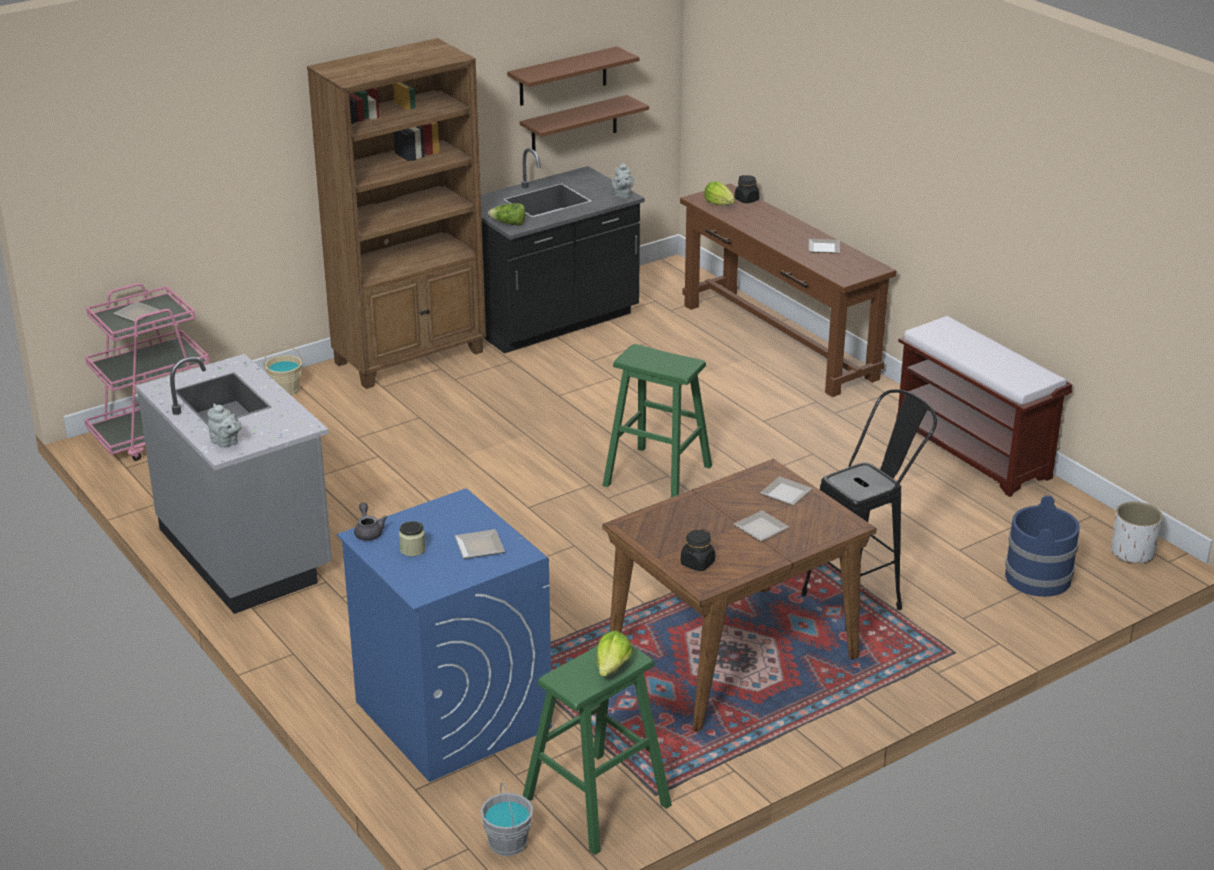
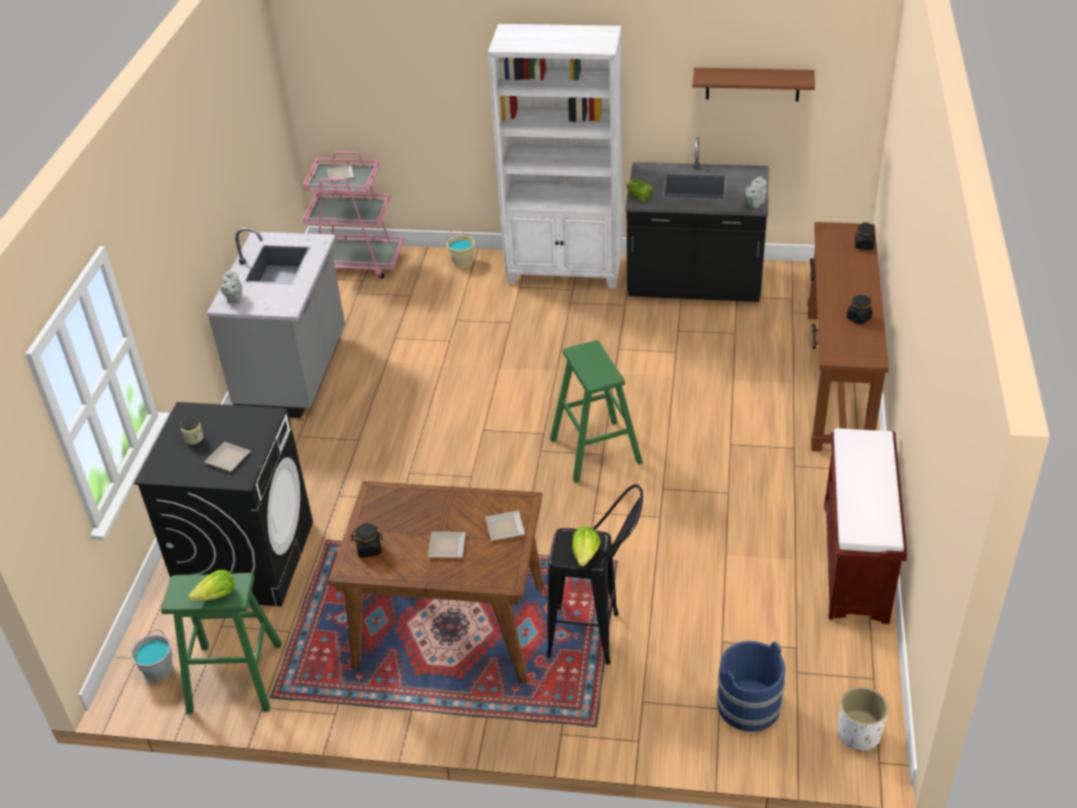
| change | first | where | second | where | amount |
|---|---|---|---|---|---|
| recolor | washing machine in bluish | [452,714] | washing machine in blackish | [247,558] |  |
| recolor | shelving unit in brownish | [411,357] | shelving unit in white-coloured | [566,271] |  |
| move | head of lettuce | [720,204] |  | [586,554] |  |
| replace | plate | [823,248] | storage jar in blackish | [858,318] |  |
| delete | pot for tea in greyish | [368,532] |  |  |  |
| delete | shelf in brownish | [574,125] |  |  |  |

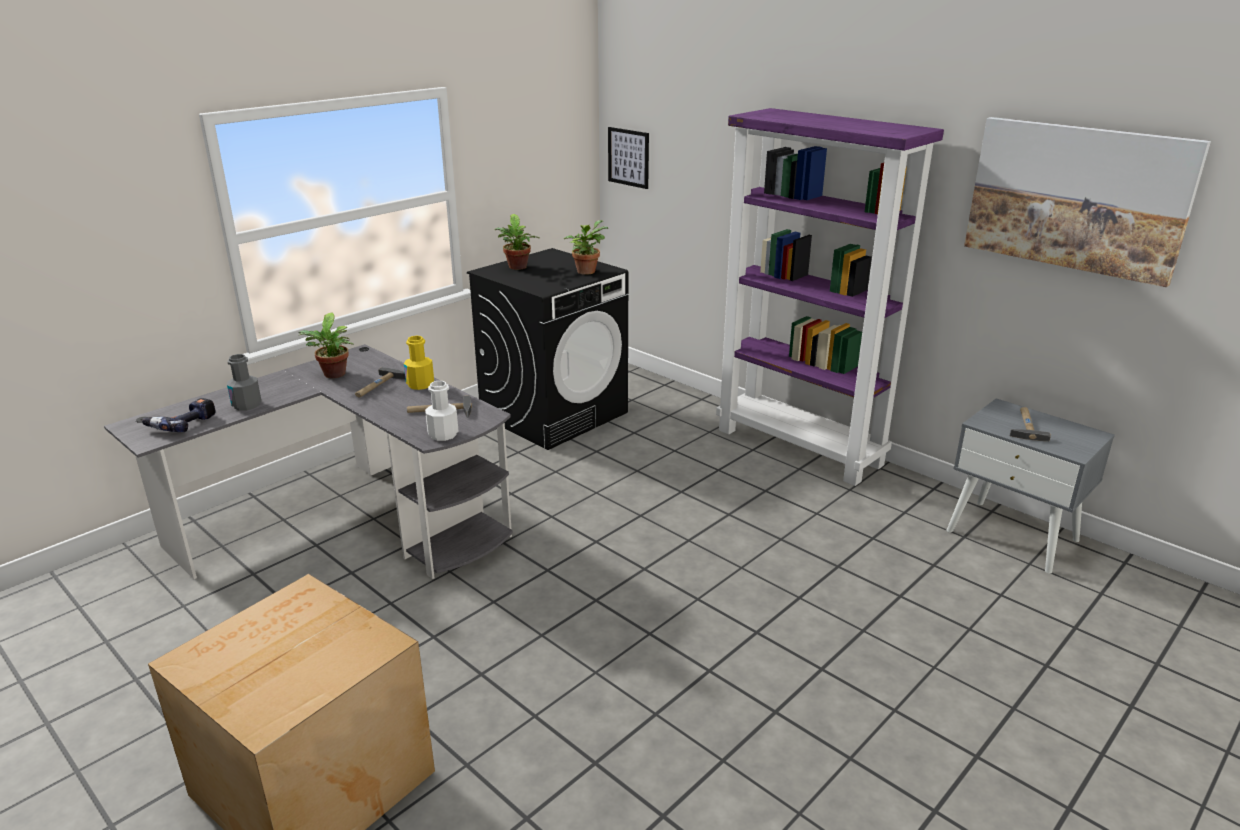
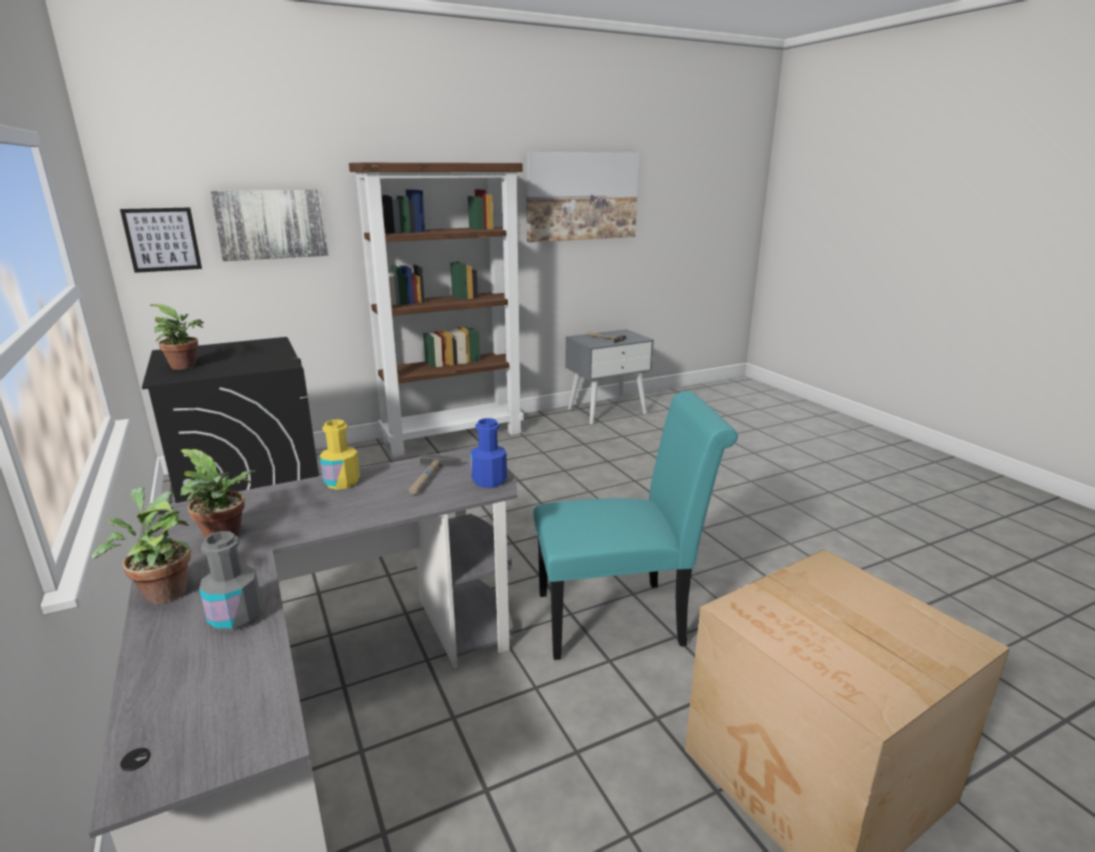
| change | first | where | second | where | amount |
|---|---|---|---|---|---|
| move | houseplant | [586,271] |  | [163,591] |  |
| insert |  |  | picture | [271,224] |  |
| recolor | shelving unit in purple | [800,447] | shelving unit in brownish | [453,436] |  |
| recolor | drink bottle in white-coloured | [443,434] | drink bottle in bluish | [489,481] |  |
| insert |  |  | upright chair in blue-green | [620,618] |  |
| delete | electric drill | [182,423] |  |  |  |
| delete | hand hammer | [379,386] |  |  |  |

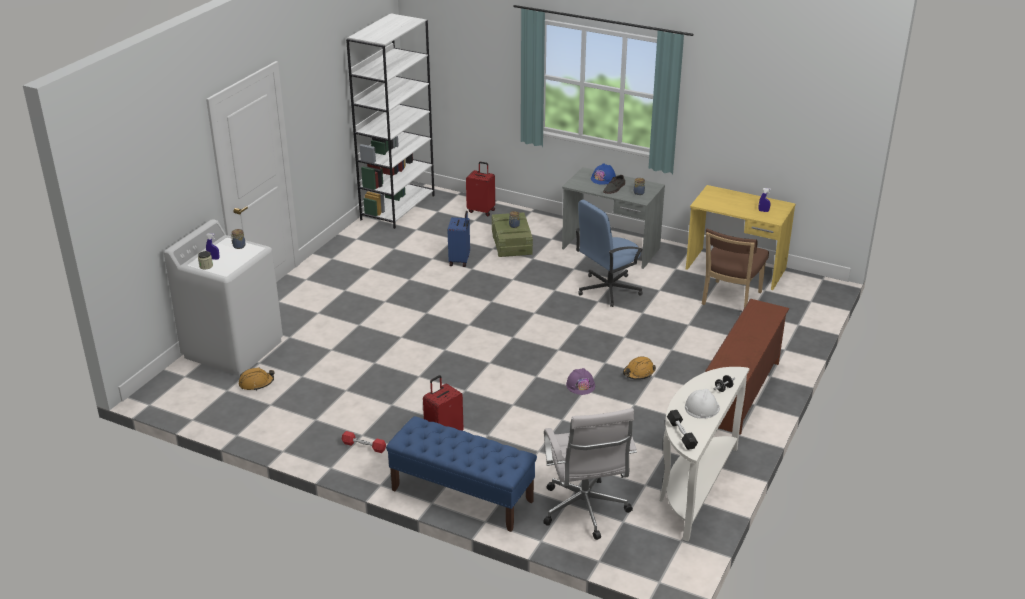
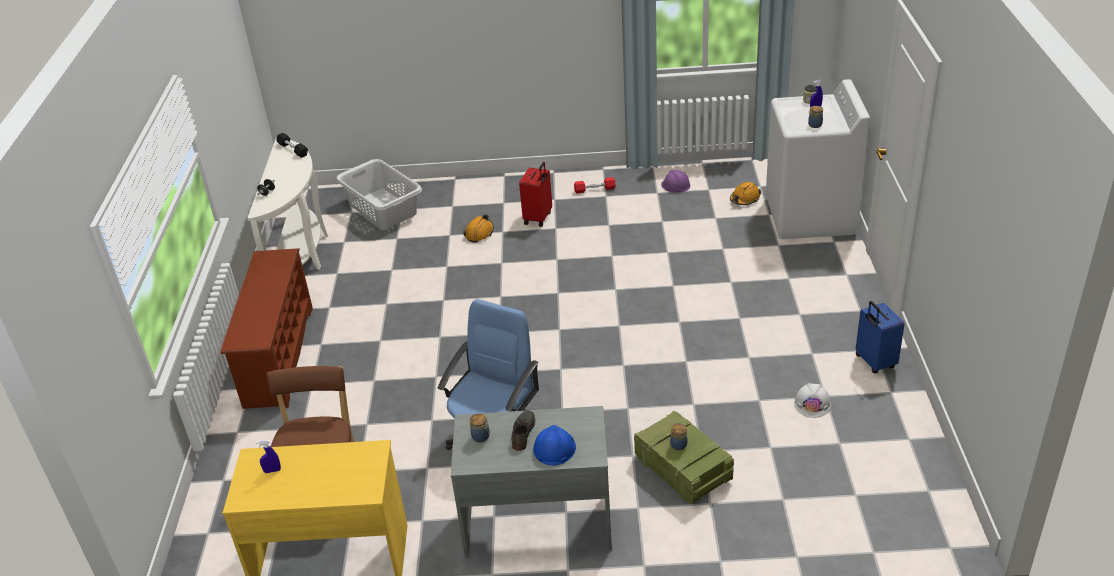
| change | first | where | second | where | amount |
|---|---|---|---|---|---|
| replace | office chair in white-coloured | [585,512] | hamper in greyish | [383,208] |  |
| move | work helmet in orange-coloured | [638,373] |  | [479,233] |  |
| move | work helmet in purple | [580,385] |  | [675,185] |  |
| move | work helmet in white-coloured | [701,407] |  | [812,404] |  |
| move | suitcase in bluish | [460,260] |  | [874,362] |  |
| delete | shelving unit in white-coloured | [397,207] |  |  |  |
| delete | bench in bluish | [461,495] |  |  |  |
| delete | suitcase in red | [481,211] |  |  |  |

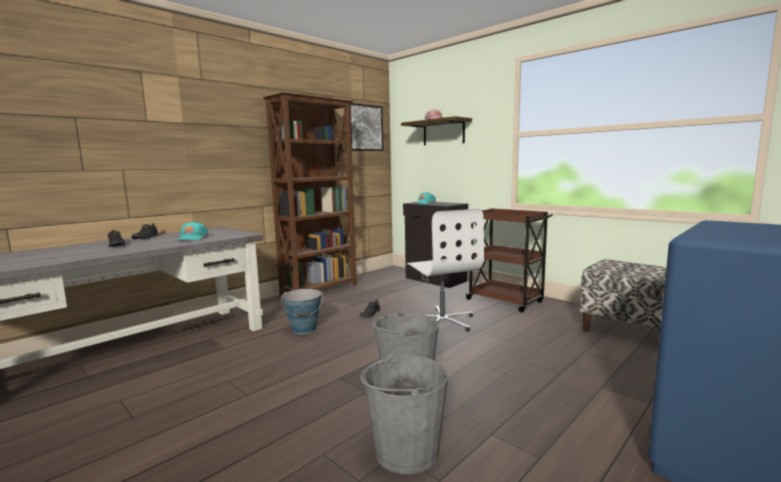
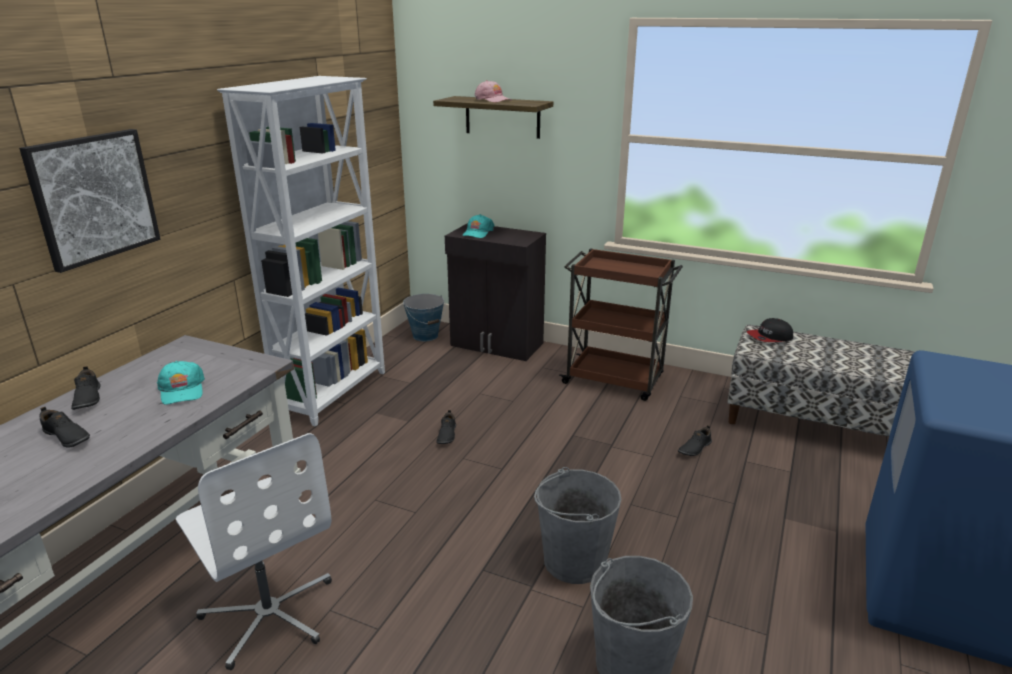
| change | first | where | second | where | amount |
|---|---|---|---|---|---|
| move | picture | [365,128] |  | [94,197] |  |
| move | office chair in white-coloured | [442,321] |  | [269,613] |  |
| recolor | shelving unit in brownish | [320,290] | shelving unit in white-coloured | [334,392] |  |
| move | pail | [304,329] |  | [425,336] |  |
| insert |  |  | item of footwear in blackish | [694,448] |  |
| insert |  |  | peaked cap | [769,337] |  |

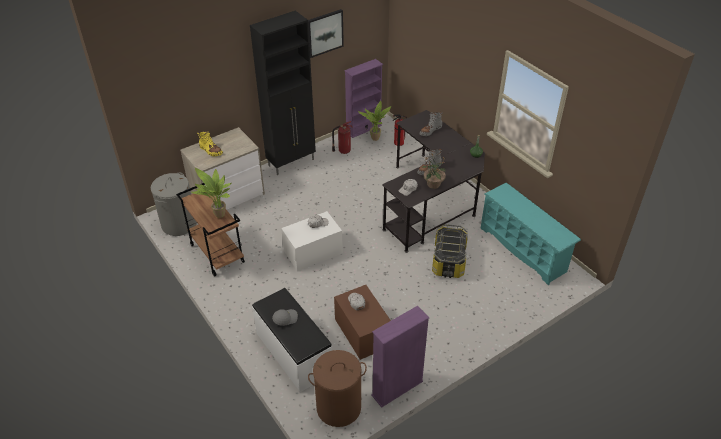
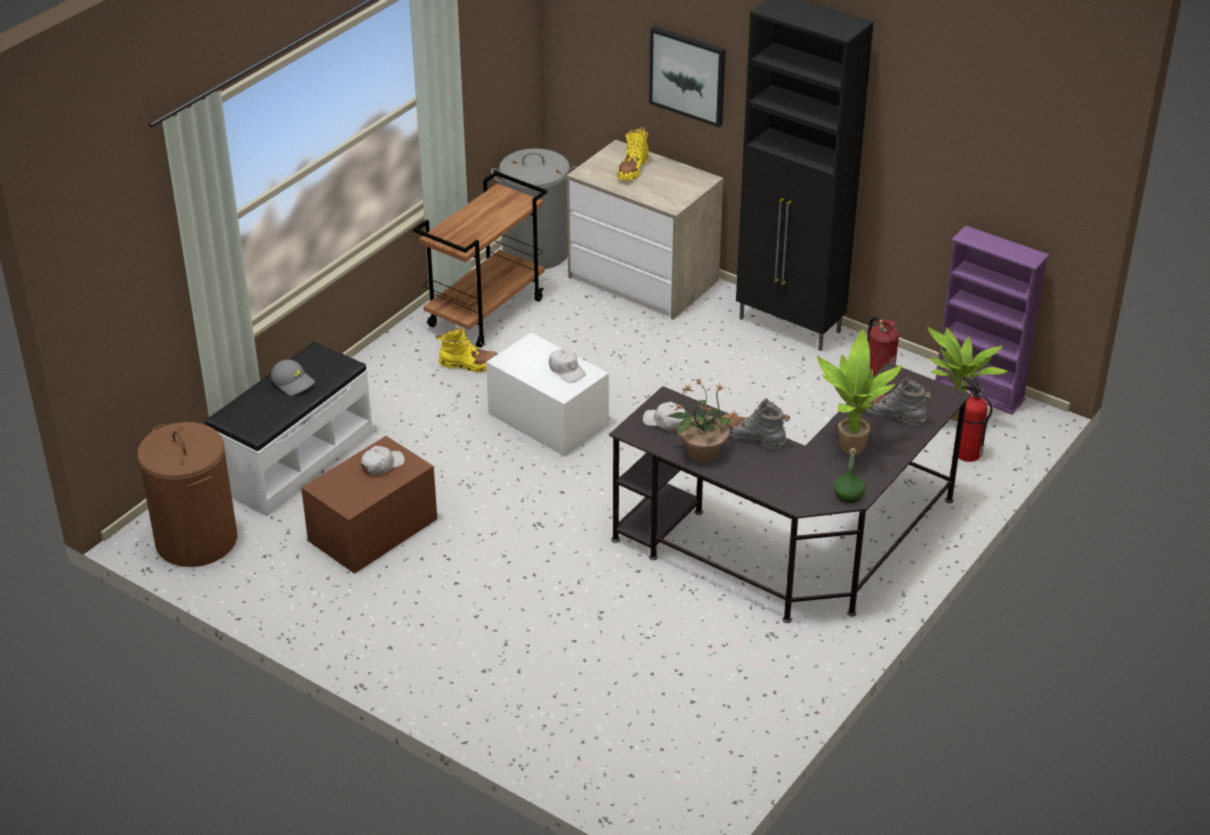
| change | first | where | second | where | amount |
|---|---|---|---|---|---|
| insert |  |  | high-top boot in yellow-coloured | [469,364] |  |
| move | picture | [324,33] |  | [688,75] |  |
| move | houseplant | [218,216] |  | [848,449] |  |
| delete | shelving unit in purple | [397,388] |  |  |  |
| delete | storage container | [449,261] |  |  |  |
| delete | shoe rack in blue-green | [524,249] |  |  |  |

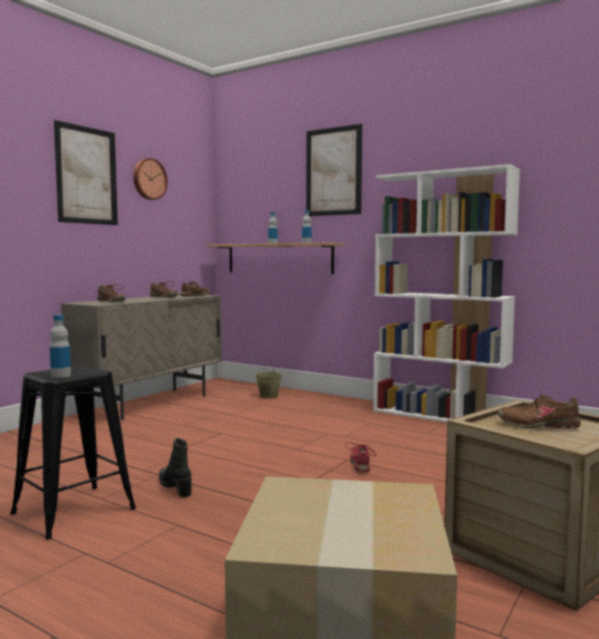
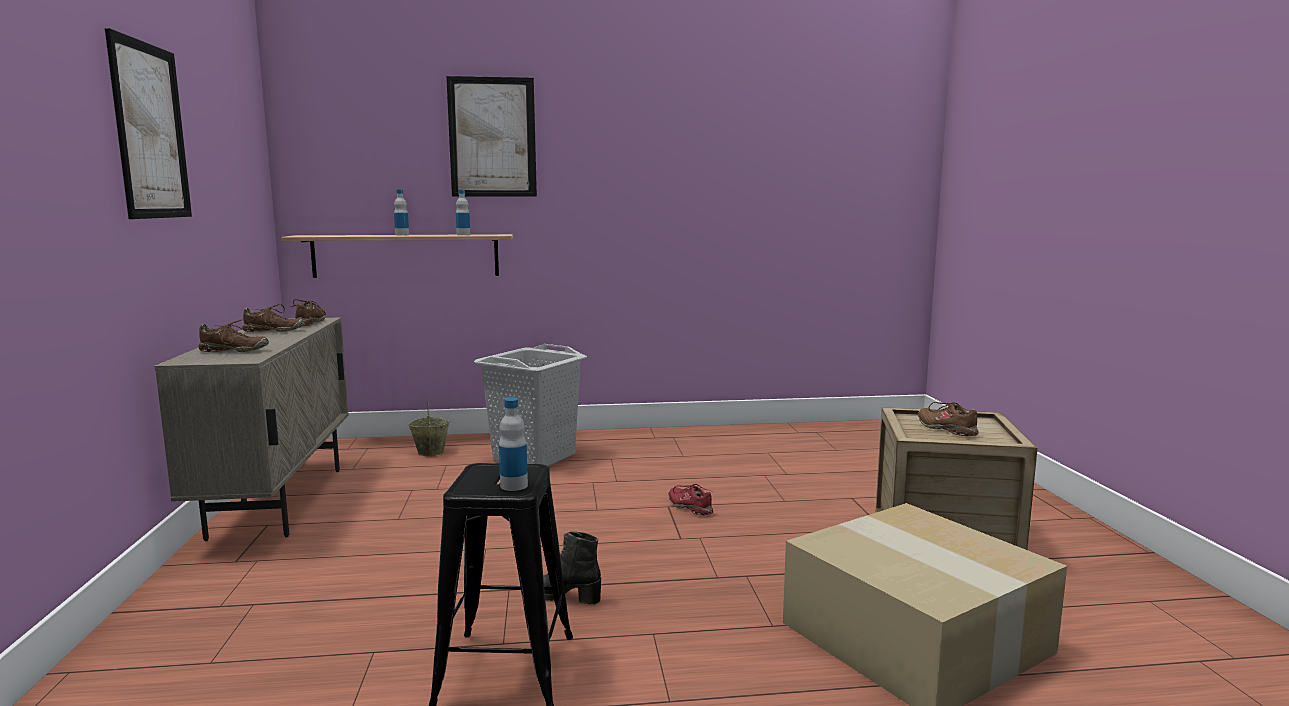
| change | first | where | second | where | amount |
|---|---|---|---|---|---|
| insert |  |  | hamper in greyish | [535,457] |  |
| rotate | item of footwear in brownish | [538,425] |  | [947,429] | 90 degrees clockwise |
| delete | hanging clock | [149,179] |  |  |  |
| delete | shelving unit in white-coloured | [440,416] |  |  |  |

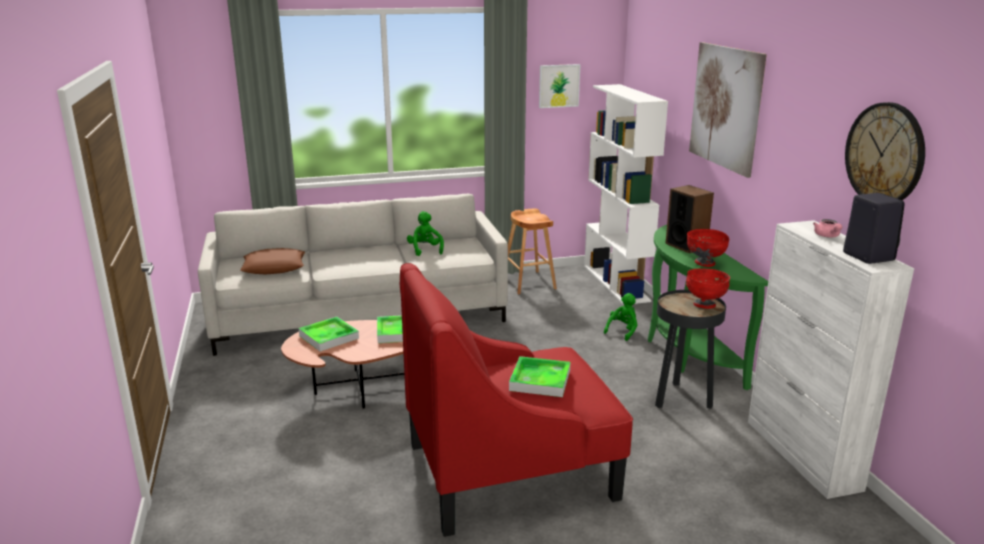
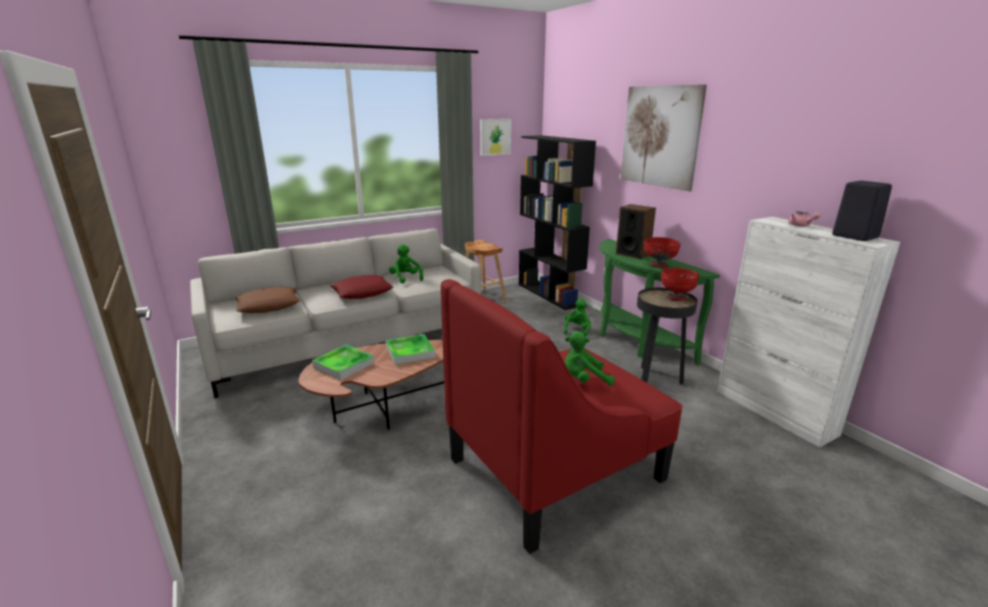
| change | first | where | second | where | amount |
|---|---|---|---|---|---|
| insert |  |  | throw pillow in red | [362,292] |  |
| recolor | shelving unit in white-coloured | [616,283] | shelving unit in blackish | [550,294] |  |
| replace | carrying tray | [540,380] | soft toy in green | [583,380] |  |
| delete | hanging clock | [885,154] |  |  |  |

